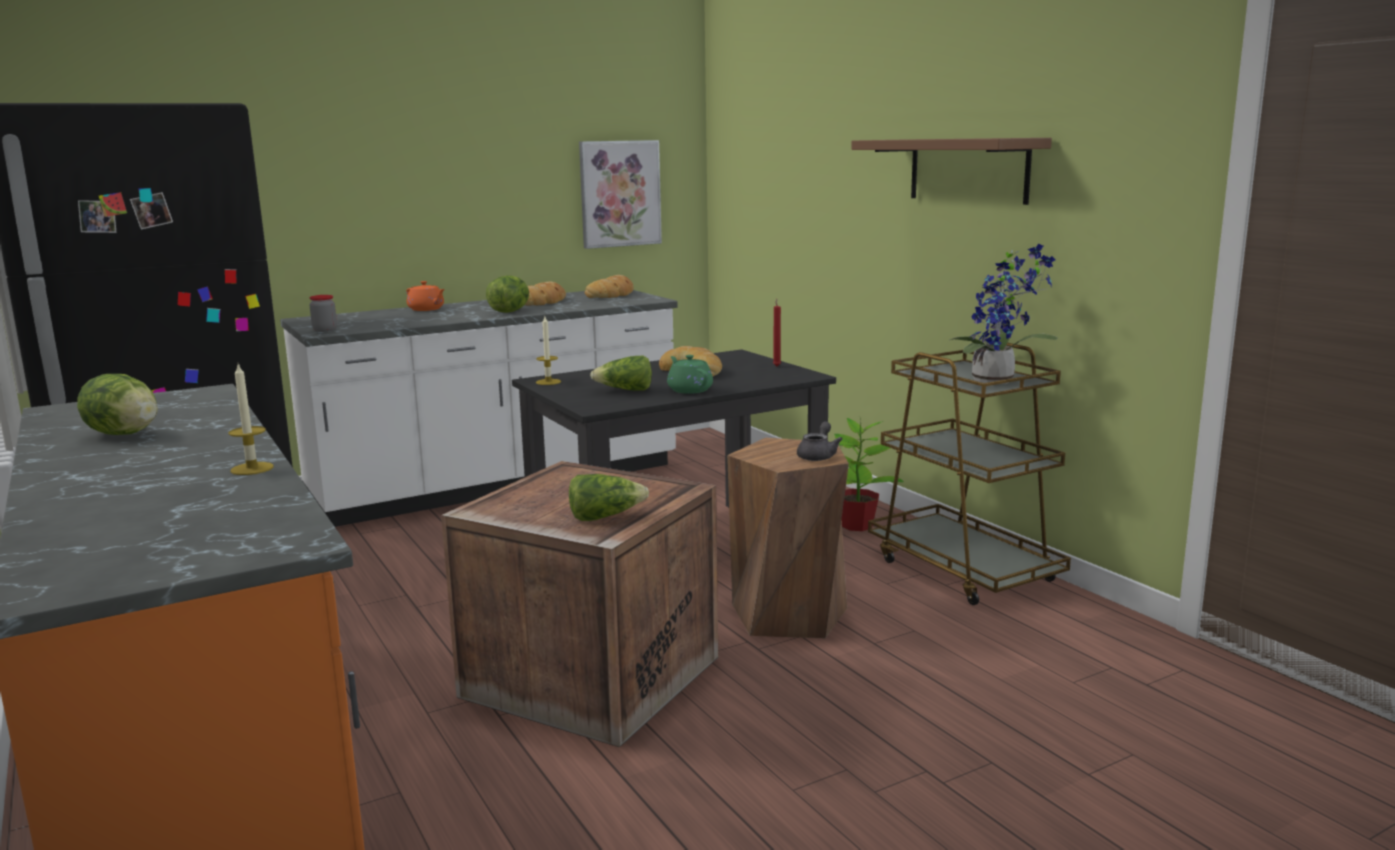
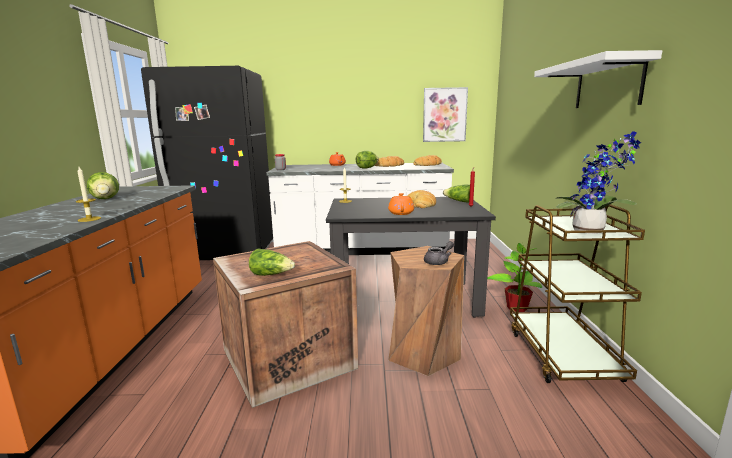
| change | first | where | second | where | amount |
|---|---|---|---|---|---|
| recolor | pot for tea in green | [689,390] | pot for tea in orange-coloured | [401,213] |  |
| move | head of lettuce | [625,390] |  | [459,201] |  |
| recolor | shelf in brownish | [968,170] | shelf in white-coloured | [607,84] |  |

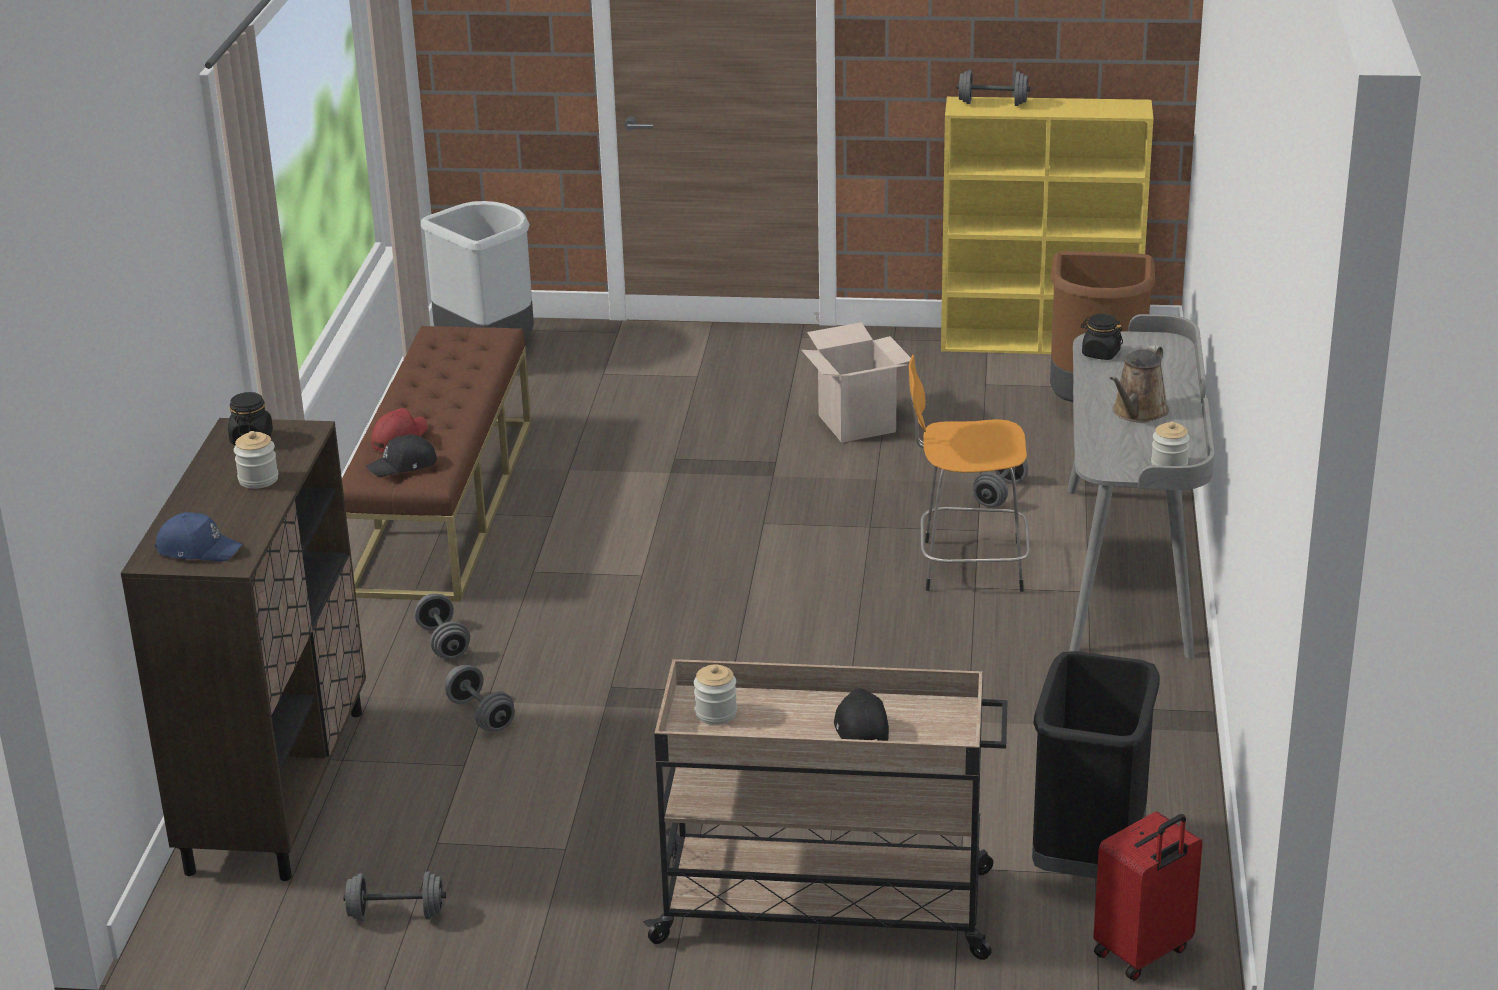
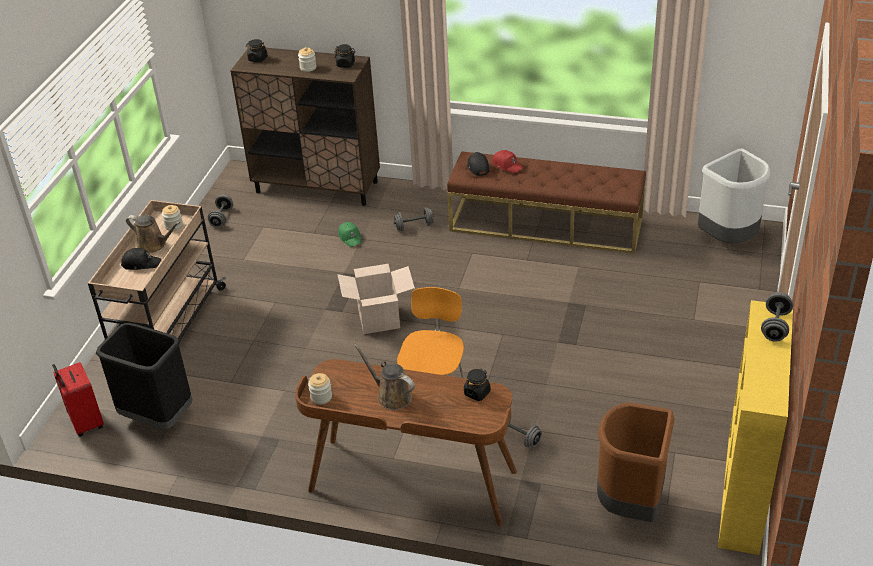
| change | first | where | second | where | amount |
|---|---|---|---|---|---|
| insert |  |  | sprinkling can in brownish | [154,245] |  |
| replace | peaked cap in bluish | [198,549] | storage jar in blackish | [257,59] |  |
| recolor | desk in greyish | [1130,569] | desk in brownish | [412,482] |  |
| move | packing box | [857,424] |  | [379,320] |  |
| replace | hand weight in greyish | [481,715] | peaked cap in green | [350,237] |  |

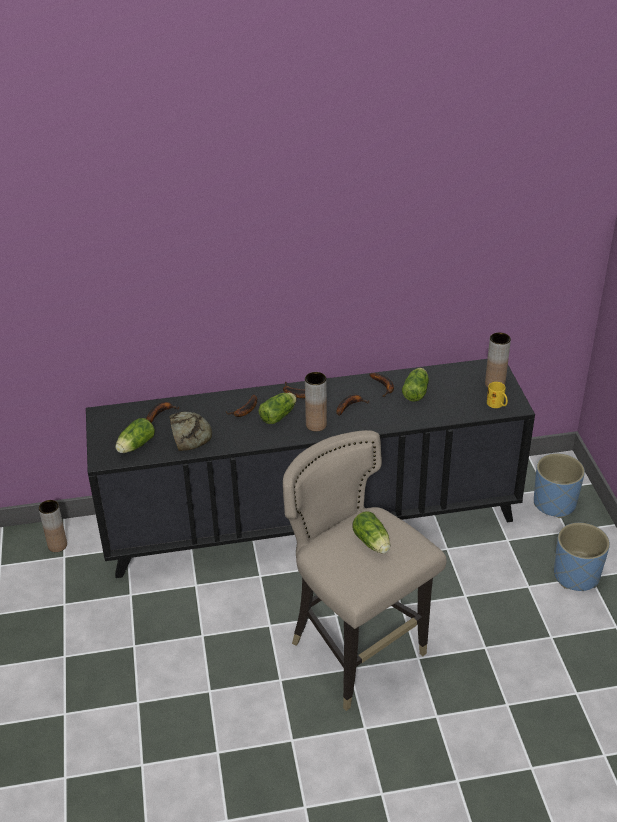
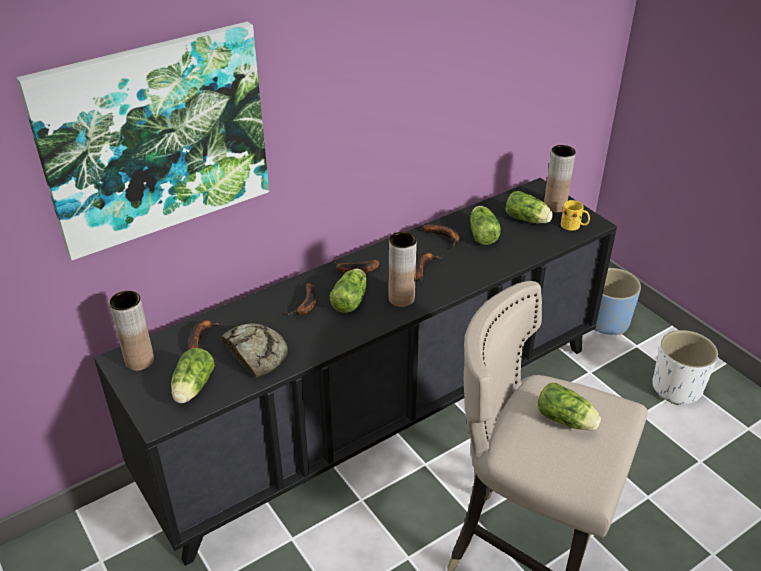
| change | first | where | second | where | amount |
|---|---|---|---|---|---|
| insert |  |  | picture | [155,138] |  |
| move | decorative vase in brownish | [57,545] |  | [140,361] |  |
| insert |  |  | head of lettuce | [528,220] |  |
| recolor | flower pot in bluish | [576,575] | flower pot in white-coloured | [676,388] |  |

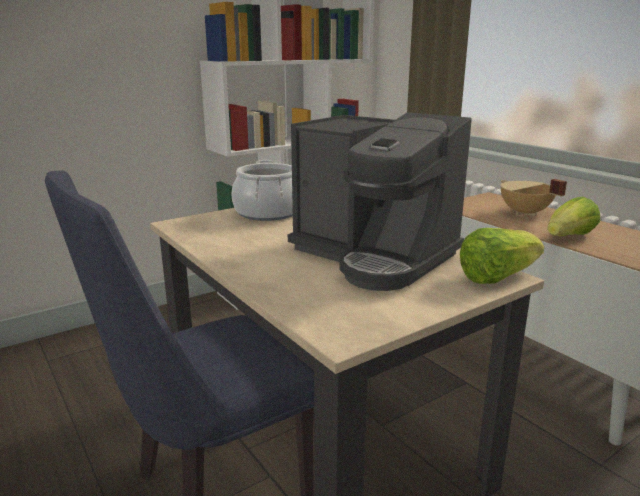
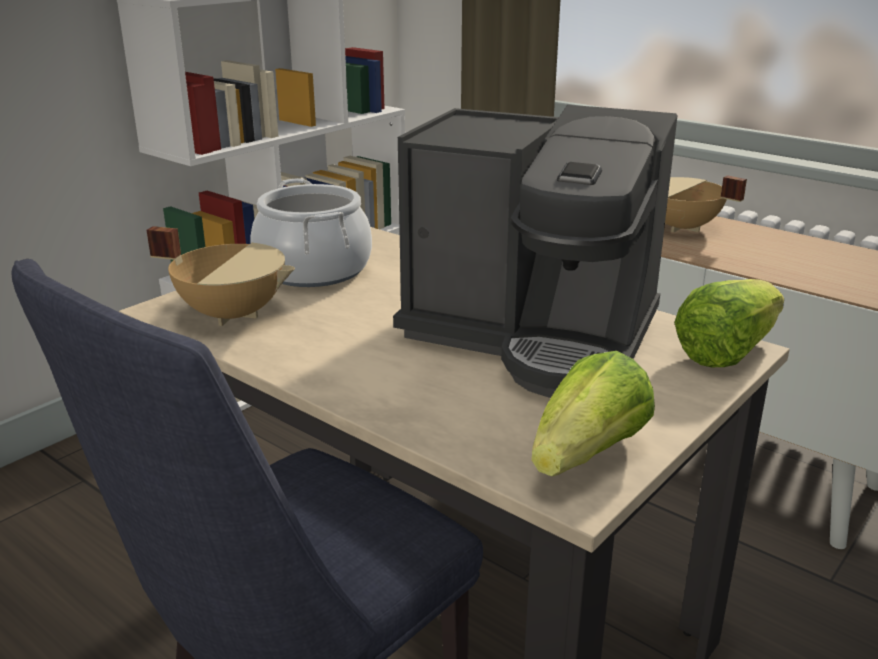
| change | first | where | second | where | amount |
|---|---|---|---|---|---|
| insert |  |  | cooking pot in beige-coloured | [233,314] |  |
| move | head of lettuce | [569,237] |  | [588,454] |  |

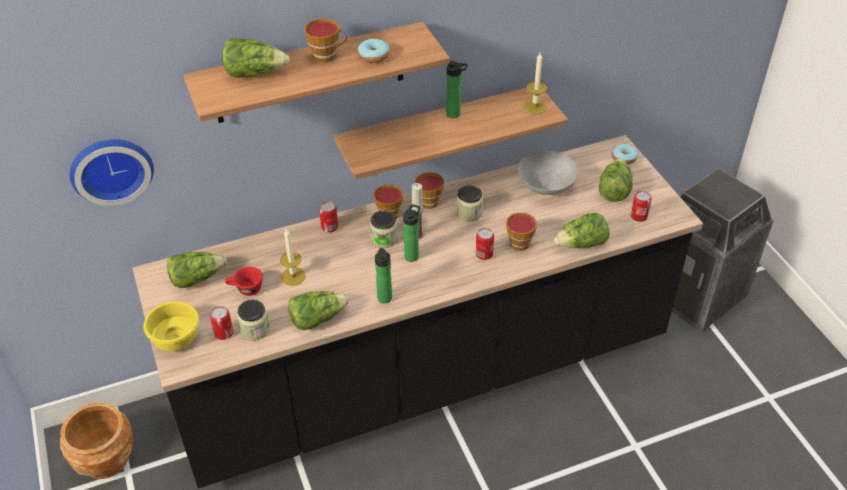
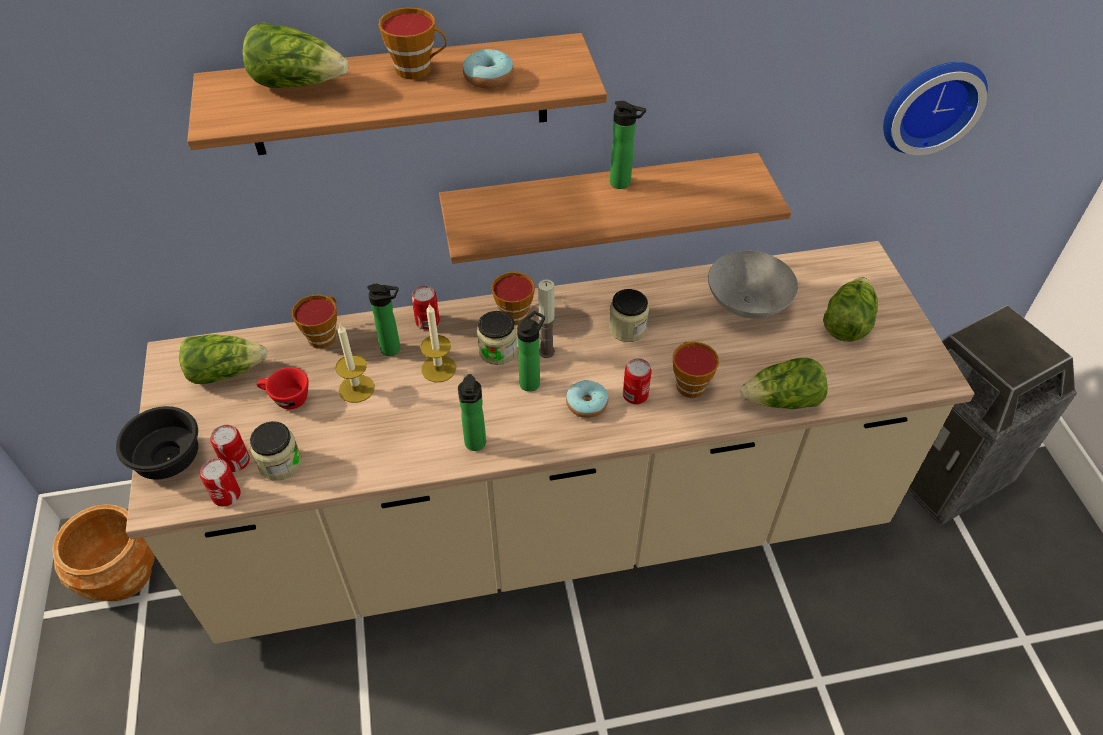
| change | first | where | second | where | amount |
|---|---|---|---|---|---|
| recolor | deep dish in yellow-coloured | [174,339] | deep dish in blackish | [166,460] |  |
| recolor | kitchen base unit in blackish | [424,374] | kitchen base unit in beige-coloured | [551,524] |  |
| move | can | [639,216] |  | [226,495] |  |
| move | small cup | [430,200] |  | [324,335] |  |
| insert |  |  | drink bottle | [394,349] |  |
| move | wax light | [535,106] |  | [438,369] |  |
| move | donut | [624,158] |  | [586,404] |  |
| move | hanging clock | [111,168] |  | [930,104] |  |
| delete | head of lettuce | [317,318] |  |  |  |

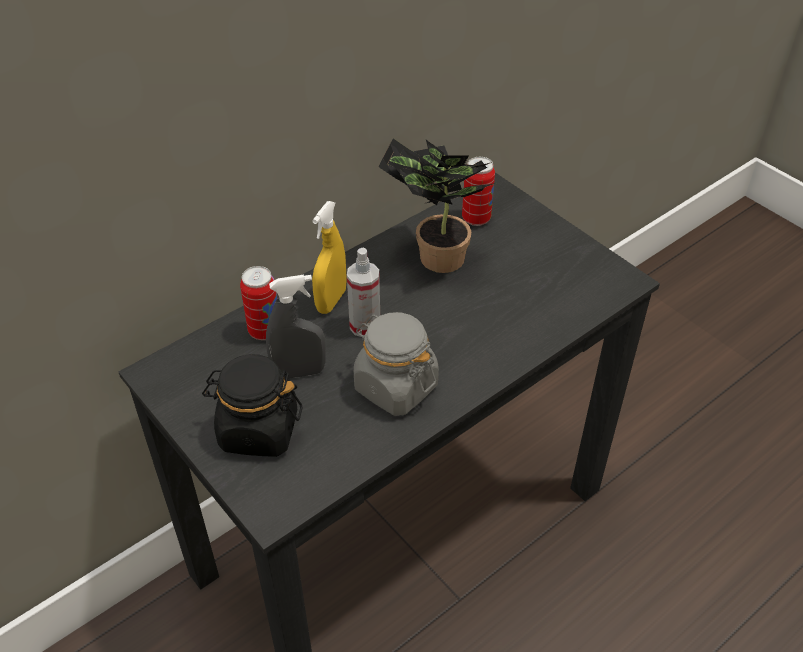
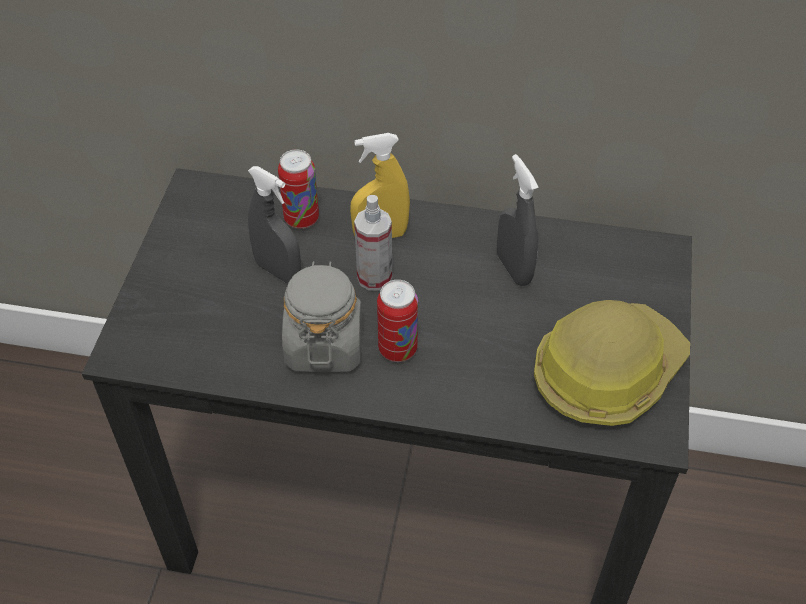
| change | first | where | second | where | amount |
|---|---|---|---|---|---|
| move | can | [476,218] |  | [397,349] |  |
| replace | houseplant | [435,258] | hand sprayer in greyish | [513,269] |  |
| insert |  |  | work helmet | [605,372] |  |
| delete | storage jar in blackish | [258,430] |  |  |  |

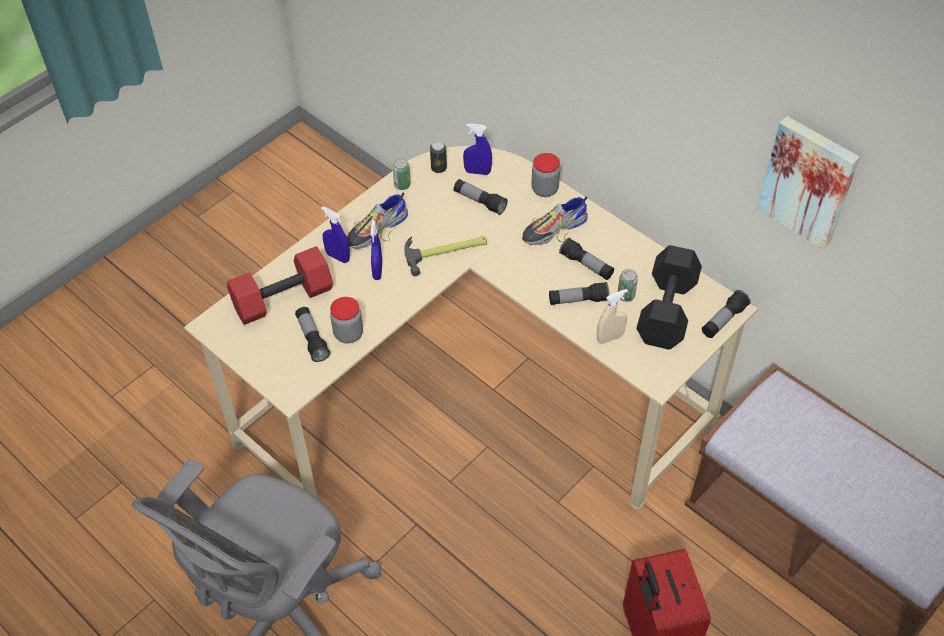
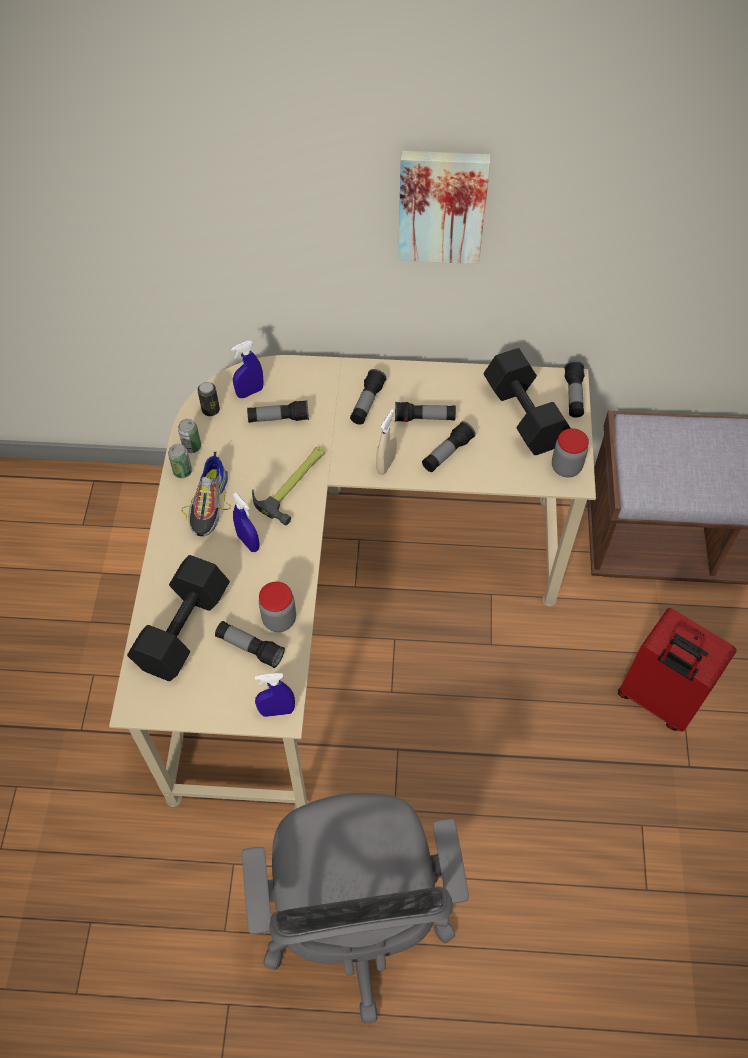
| change | first | where | second | where | amount |
|---|---|---|---|---|---|
| recolor | hand weight in red | [283,297] | hand weight in blackish | [182,627] |  |
| move | can | [626,296] |  | [182,471] |  |
| move | hand sprayer in bluish | [338,257] |  | [277,711] |  |
| replace | item of footwear | [554,229] | flashlight | [367,403] |  |
| move | hand sprayer in beige-coloured | [610,338] |  | [386,465] |  |
| move | picture | [809,181] |  | [442,205] |  |
| move | storage jar | [544,189] |  | [566,467] |  |

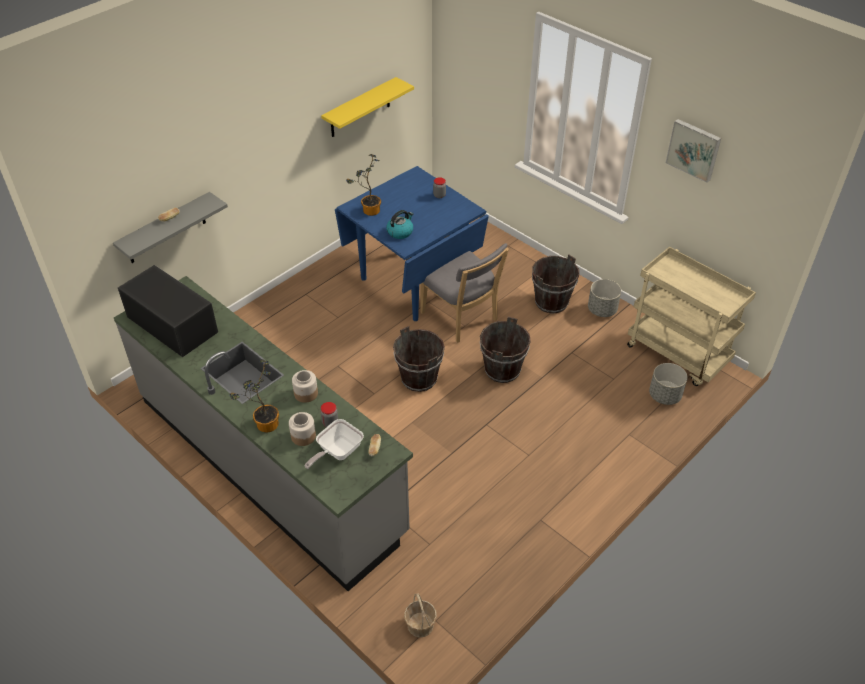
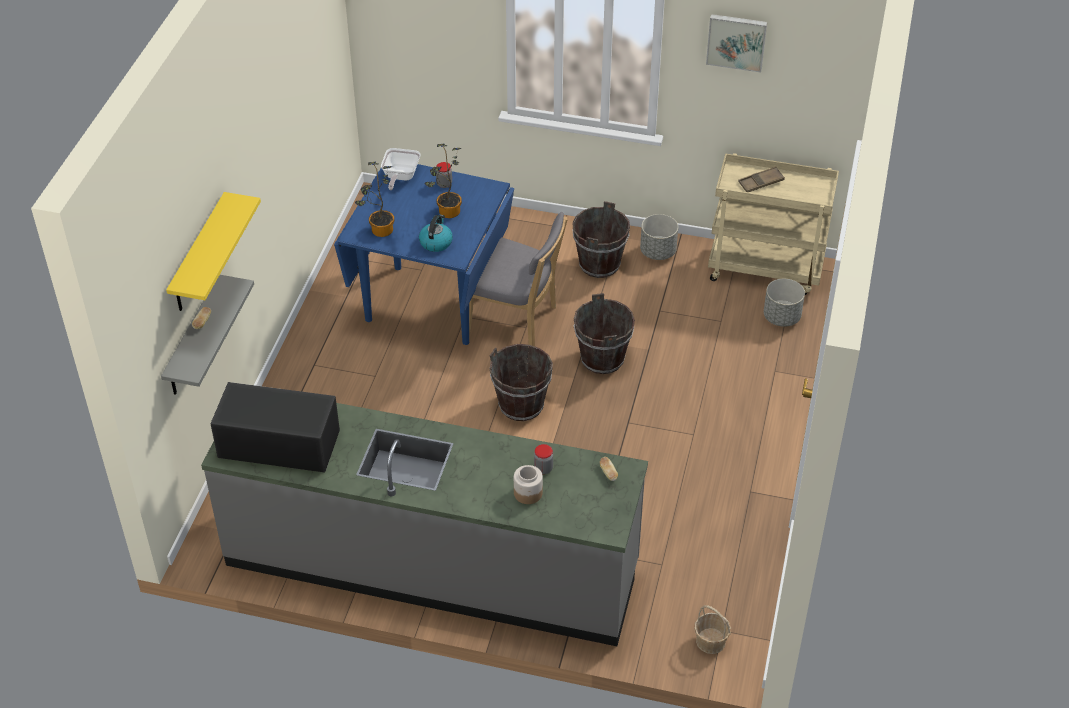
| change | first | where | second | where | amount |
|---|---|---|---|---|---|
| move | shelf in yellow-coloured | [360,108] |  | [199,255] |  |
| move | pan | [337,452] |  | [400,177] |  |
| move | houseplant | [264,424] |  | [446,213] |  |
| insert |  |  | carrying tray in brownish | [761,182] |  |
| delete | storage jar | [305,394] |  |  |  |

